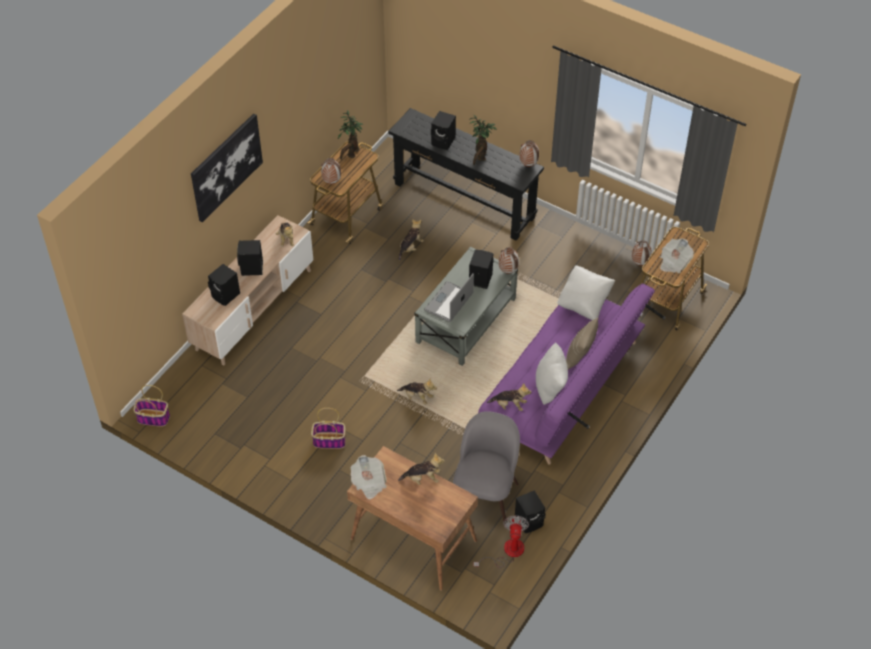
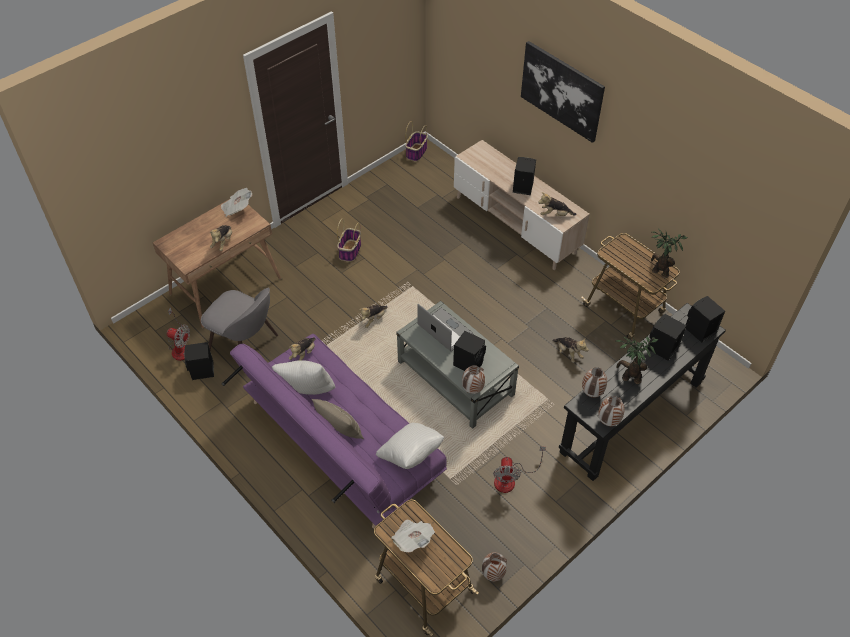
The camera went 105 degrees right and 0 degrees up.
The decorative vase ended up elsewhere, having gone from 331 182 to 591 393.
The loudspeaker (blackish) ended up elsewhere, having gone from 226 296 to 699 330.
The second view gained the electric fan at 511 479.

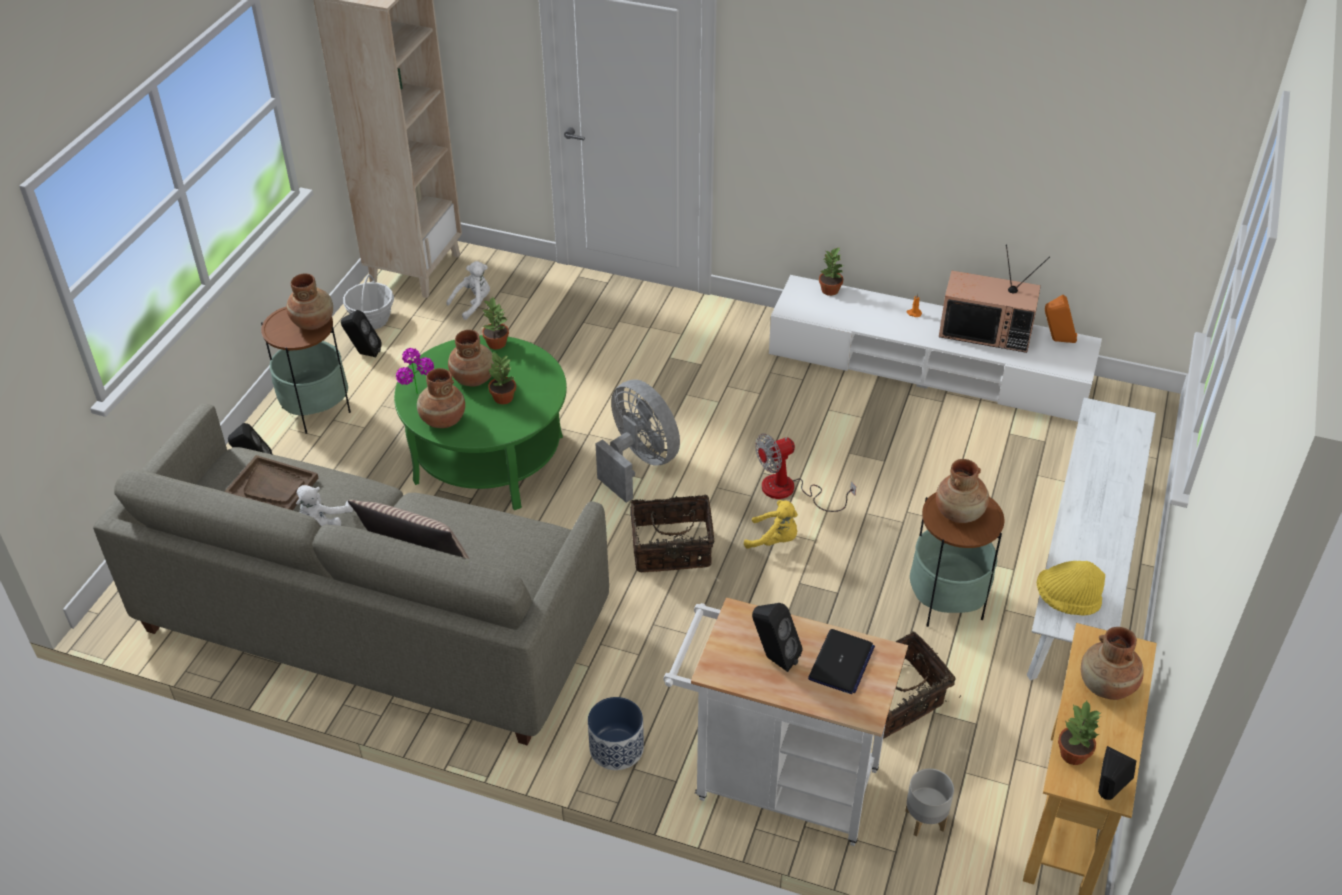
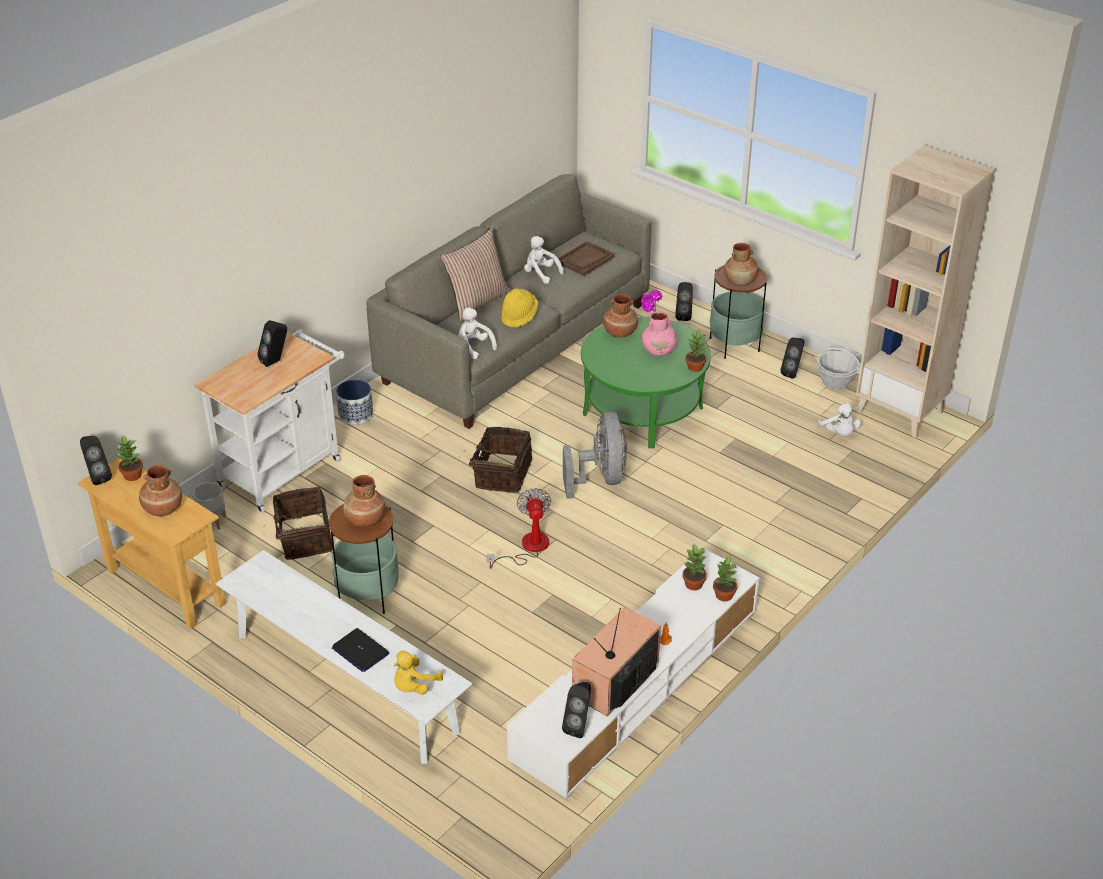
The camera went 110 degrees right and 5 degrees down.
What was the loudspeaker (orange-coloured) at 1056 340 turned into the loudspeaker (blackish) at 579 726.
What was the decorative vase (brown) at 473 378 turned into the decorative vase (pinkish) at 659 351.
The houseplant ended up elsewhere, having gone from 502 397 to 694 584.
The electric fan (gray) at 638 463 ended up facing another way, 75 degrees counterclockwise from before.
The soft toy (yellowish) ended up elsewhere, having gone from 774 540 to 414 686.
The wearable hat (yellowish) ended up elsewhere, having gone from 1066 600 to 519 316.
The notebook computer ended up elsewhere, having gone from 841 663 to 360 651.
The second view gained the soft toy (white) at 473 347.

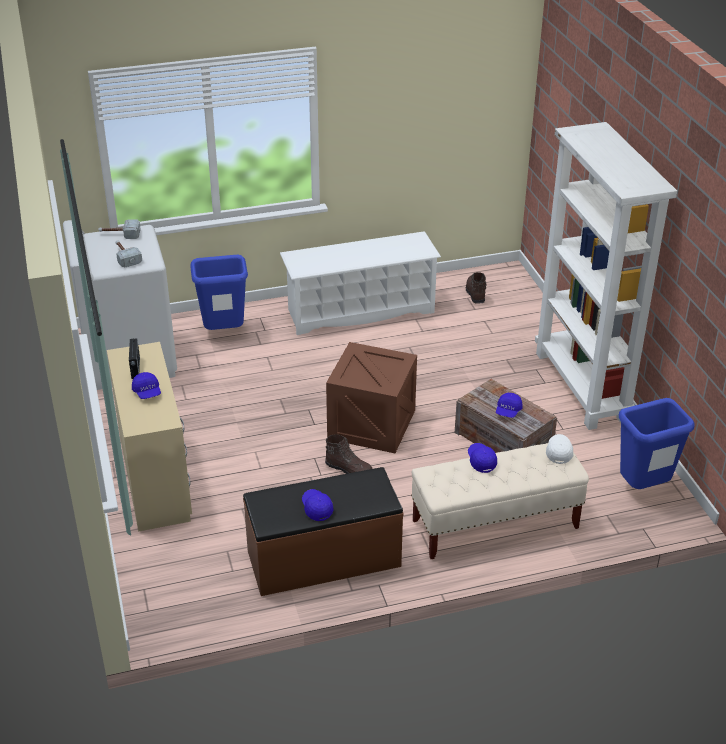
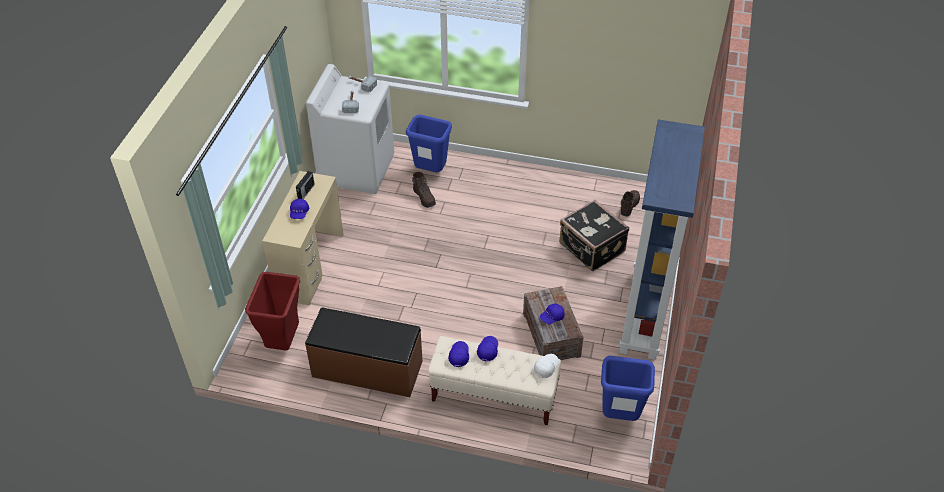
The camera went 30 degrees right and 10 degrees up.
What was the bookcase (white) at 582 387 turned into the bookcase (blue) at 644 316.
The second view lost the shoe stand (white) at 360 311.
The second view lost the shipping crate at 371 424.
The tall boot (brown) ended up elsewhere, having gone from 349 470 to 424 198.
The cap (blue) ended up elsewhere, having gone from 316 508 to 459 356.
The second view gained the suitcase (blackish) at 591 249.
The second view gained the trash can (red) at 283 341.

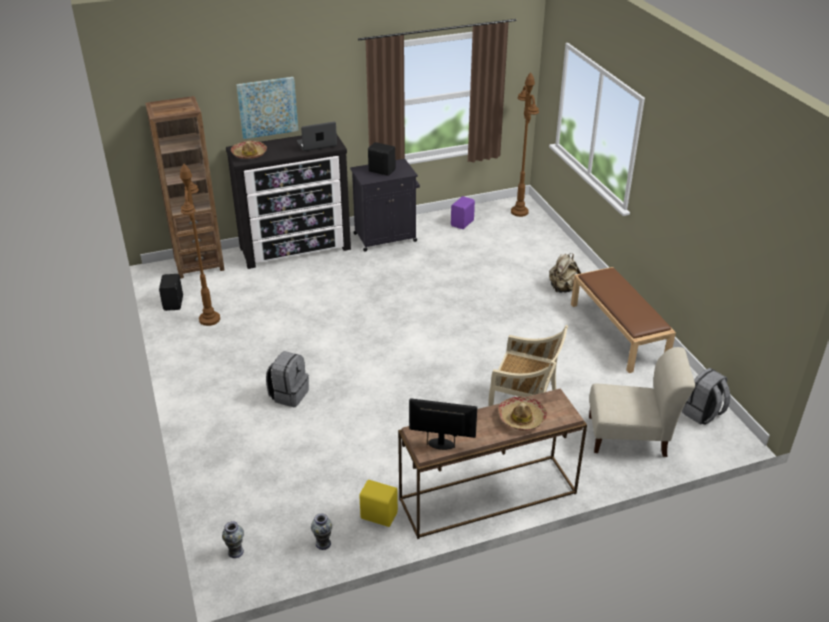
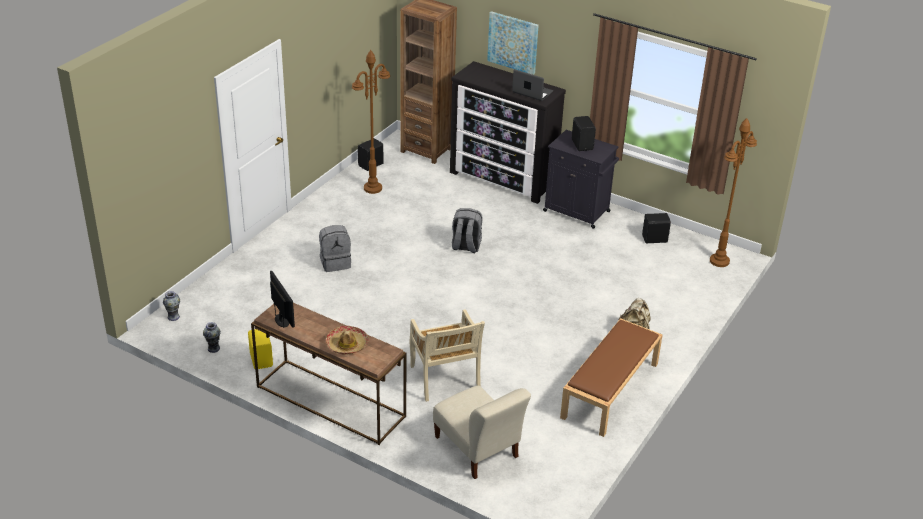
The camera went 50 degrees right and 0 degrees up.
The second view lost the wearable hat at 249 154.
What was the loudspeaker (purple-coloured) at 463 223 turned into the loudspeaker (blackish) at 655 239.
The knapsack (gray) ended up elsewhere, having gone from 702 414 to 465 246.

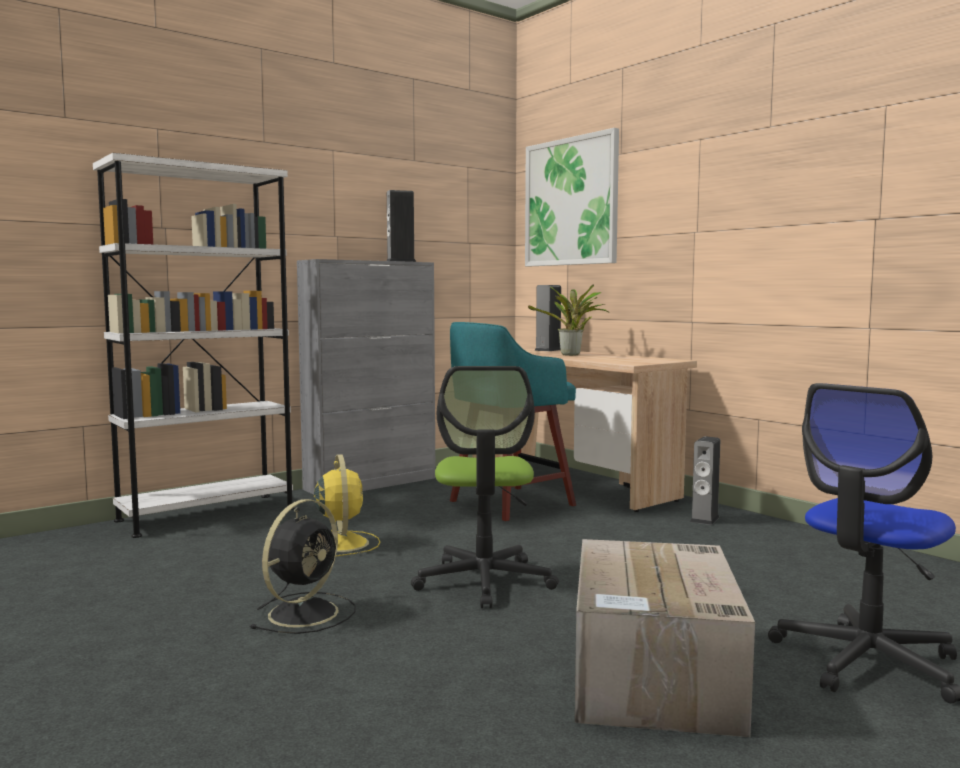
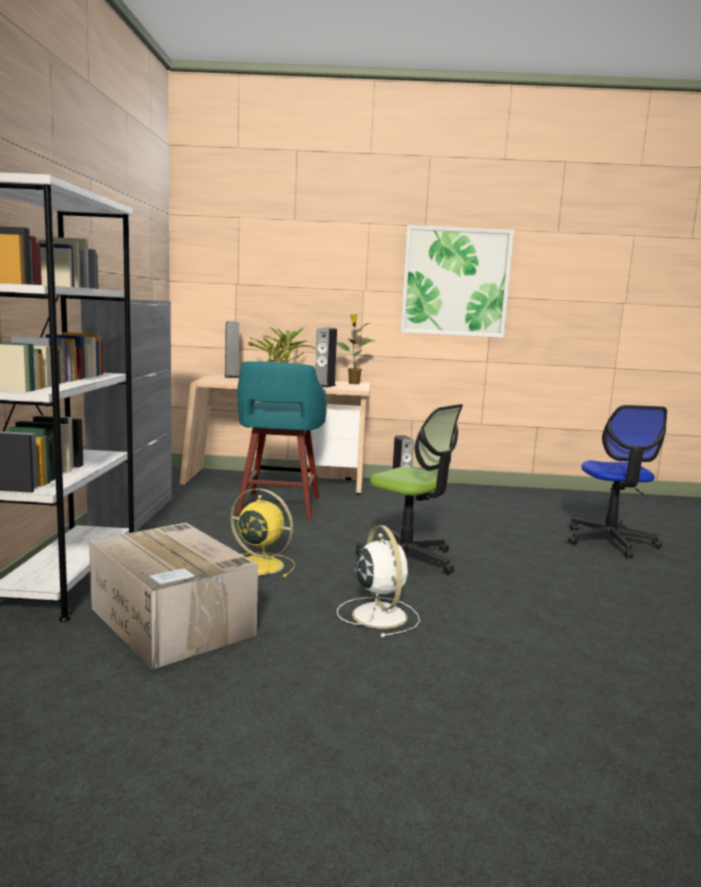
The camera went 50 degrees left and 5 degrees up.
The wall picture ended up elsewhere, having gone from 571 202 to 455 282.
The loudspeaker ended up elsewhere, having gone from 400 261 to 324 385.
What was the electric fan (blackish) at 305 612 turned into the electric fan (white) at 378 615.
The cardboard box ended up elsewhere, having gone from 654 675 to 173 622.
The second view gained the houseplant at 353 383.

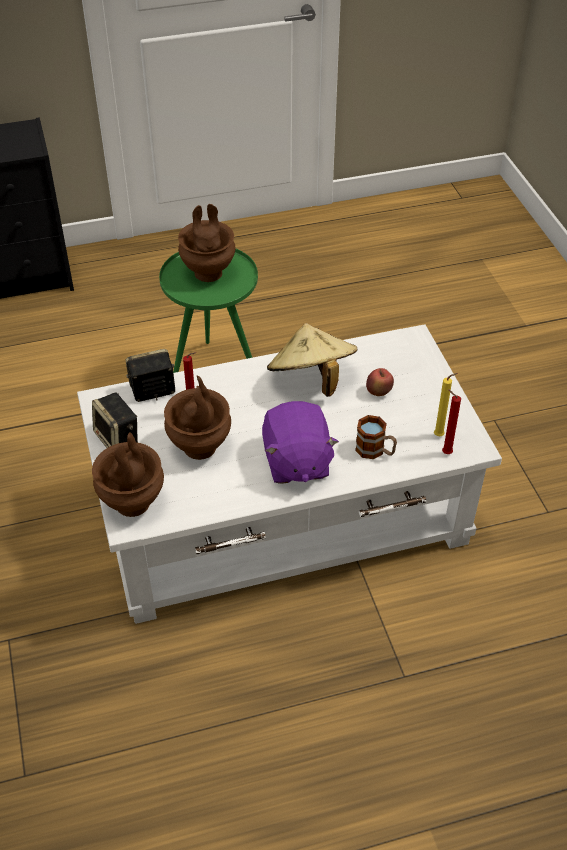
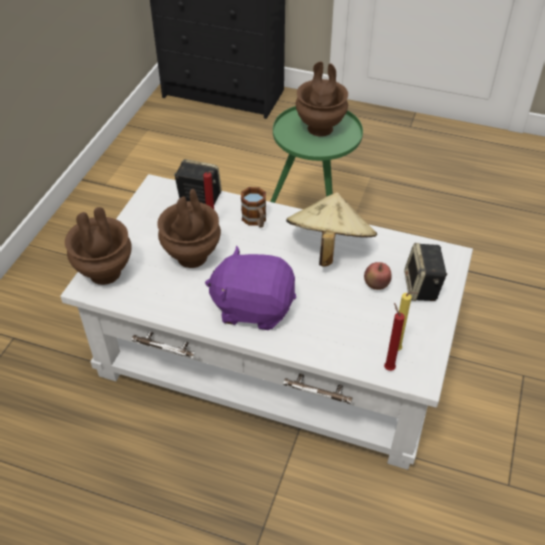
The camera went 35 degrees right and 0 degrees up.
The loudspeaker ended up elsewhere, having gone from 118 439 to 422 288.
The soft toy (purple-coloured) at 296 462 ended up facing another way, 75 degrees clockwise from before.
The coffee mug ended up elsewhere, having gone from 375 451 to 256 221.

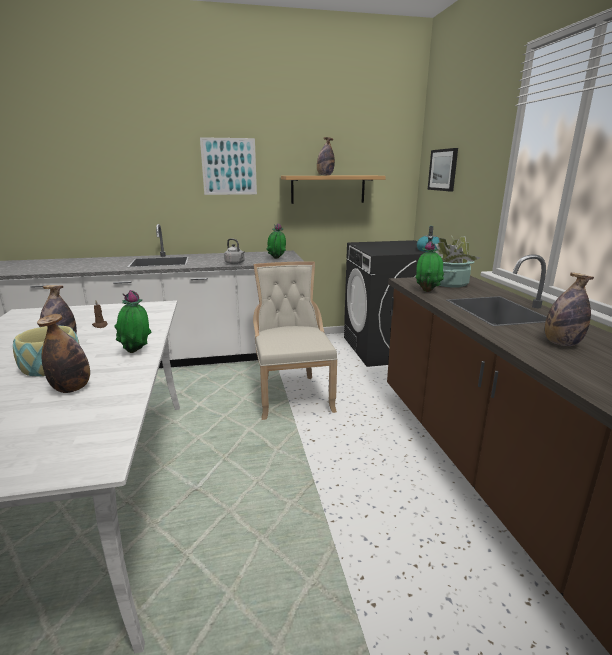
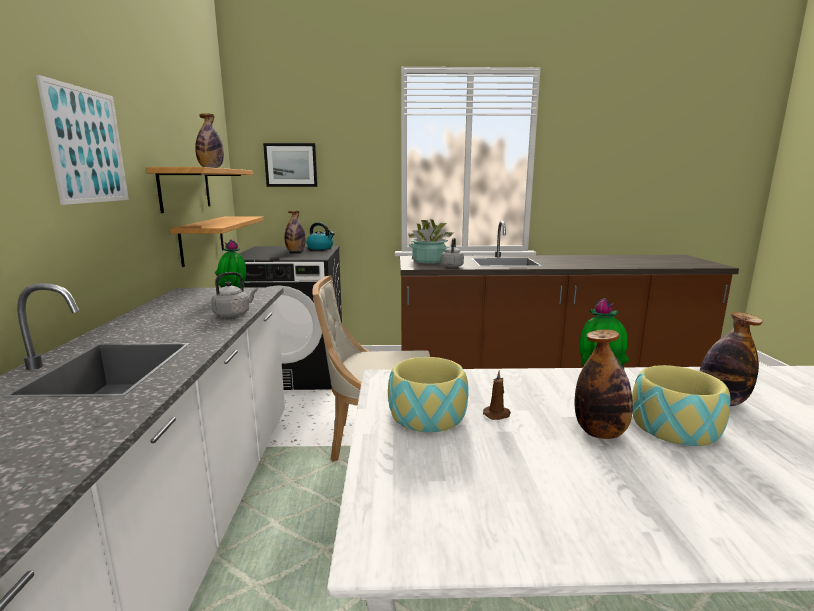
The camera went 80 degrees left and 5 degrees down.
Where the houseplant stood at 427 291, the water kettle (gray) came to stand at 452 266.
The beverage bottle ended up elsewhere, having gone from 561 343 to 295 251.
The second view gained the wall shelf at 202 239.
The second view gained the serving bowl at 428 414.

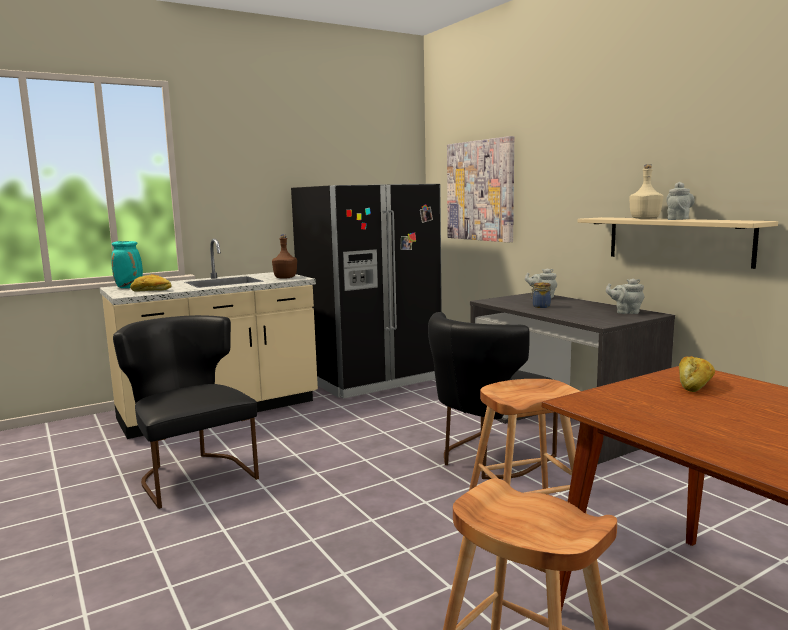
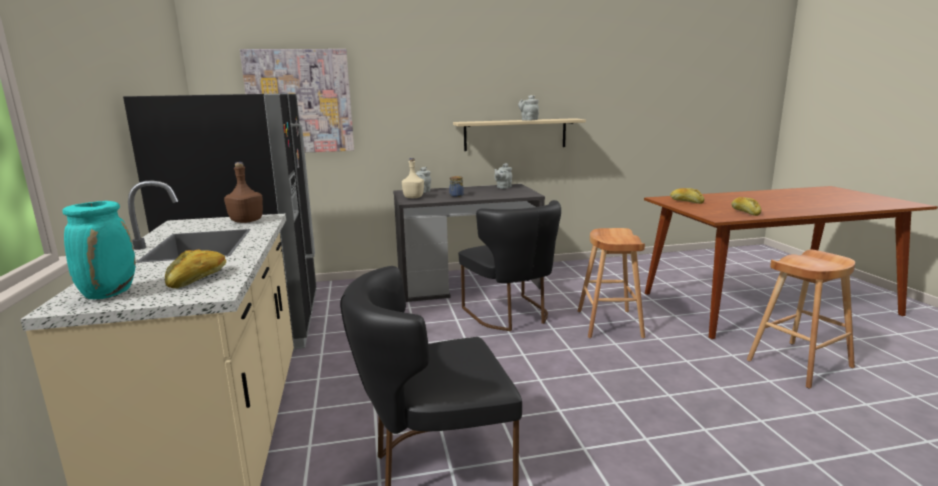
The camera went 70 degrees left and 5 degrees up.
The beverage bottle (beige-coloured) ended up elsewhere, having gone from 644 219 to 413 197.
The second view gained the bakery bread at 745 212.

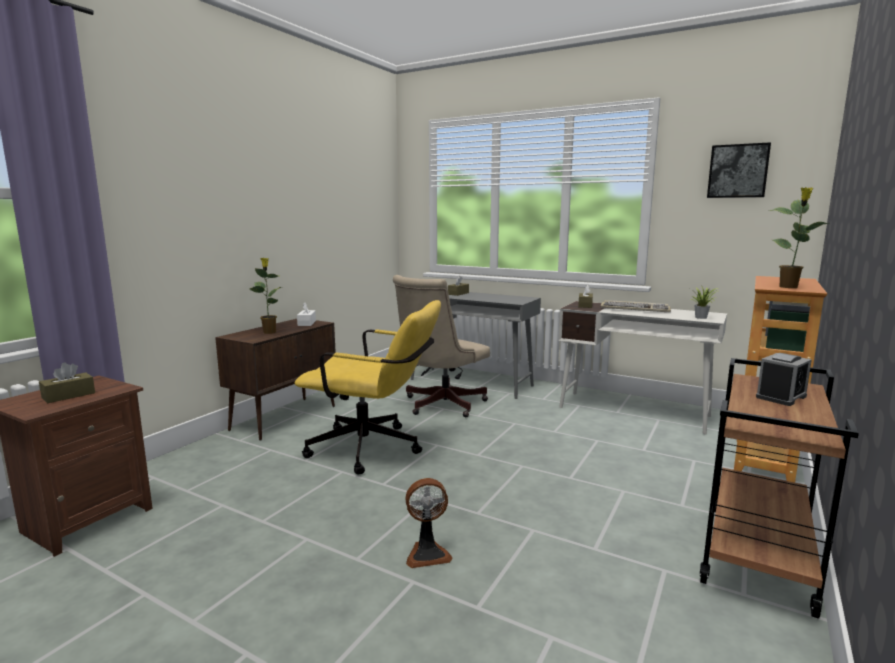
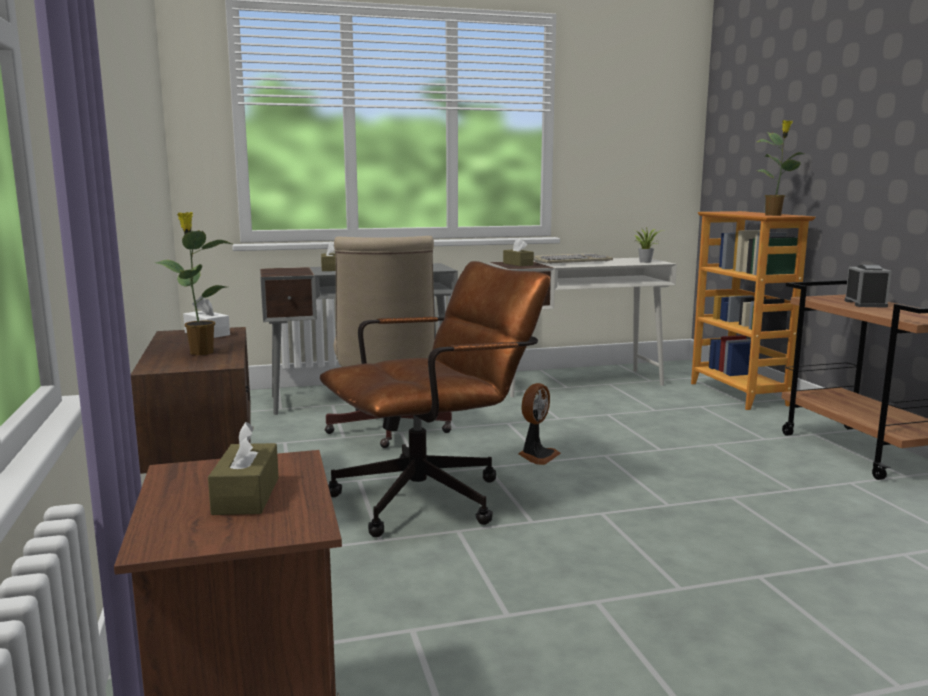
The camera went 45 degrees left and 0 degrees up.
The second view lost the wall picture at 738 171.
What was the desk chair (yellowish) at 374 449 turned into the desk chair (brown) at 434 496.
The electric fan ended up elsewhere, having gone from 427 553 to 537 456.

